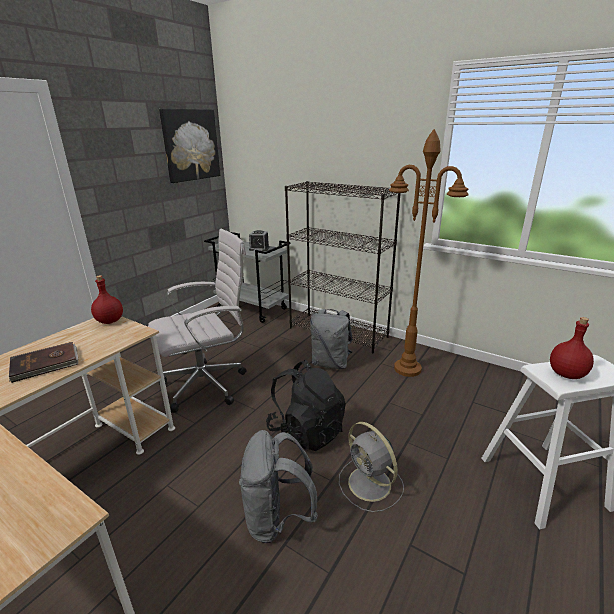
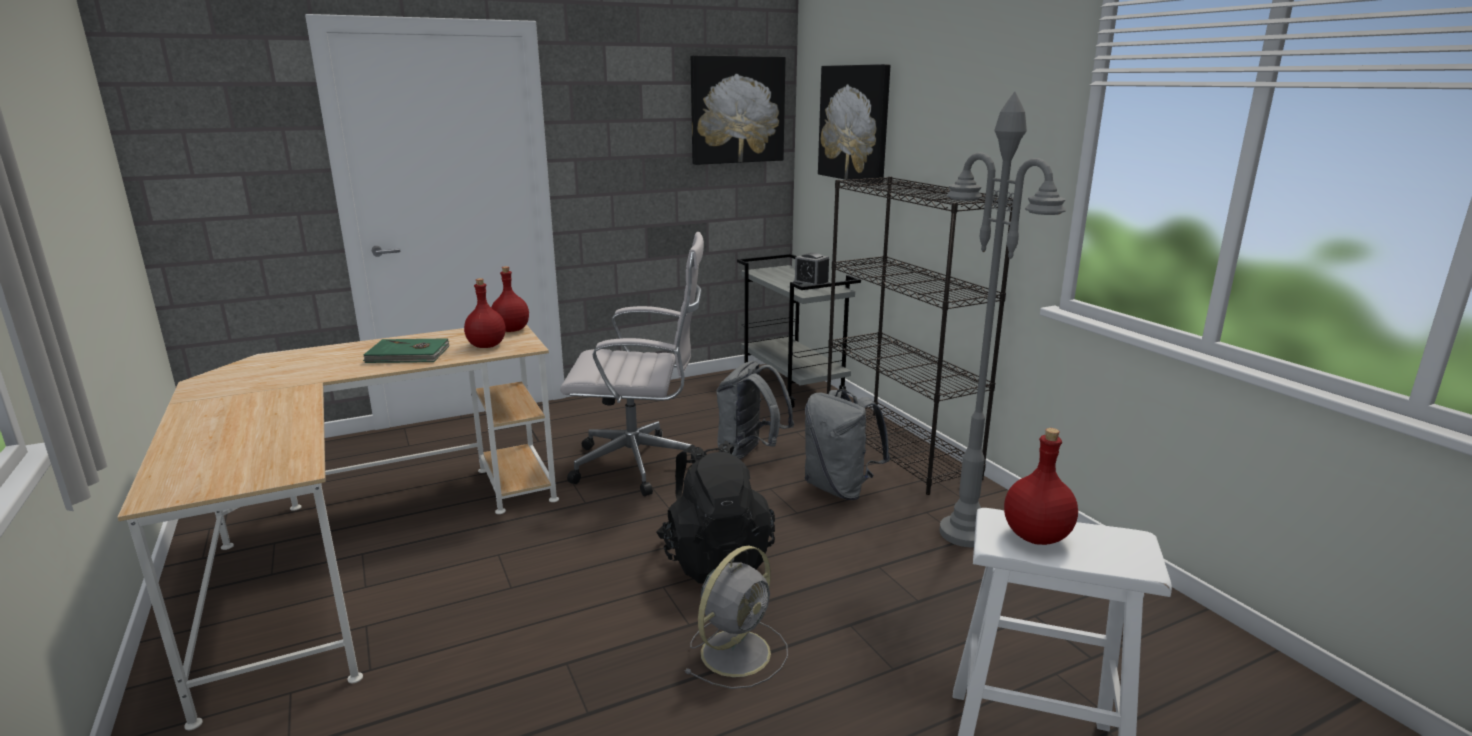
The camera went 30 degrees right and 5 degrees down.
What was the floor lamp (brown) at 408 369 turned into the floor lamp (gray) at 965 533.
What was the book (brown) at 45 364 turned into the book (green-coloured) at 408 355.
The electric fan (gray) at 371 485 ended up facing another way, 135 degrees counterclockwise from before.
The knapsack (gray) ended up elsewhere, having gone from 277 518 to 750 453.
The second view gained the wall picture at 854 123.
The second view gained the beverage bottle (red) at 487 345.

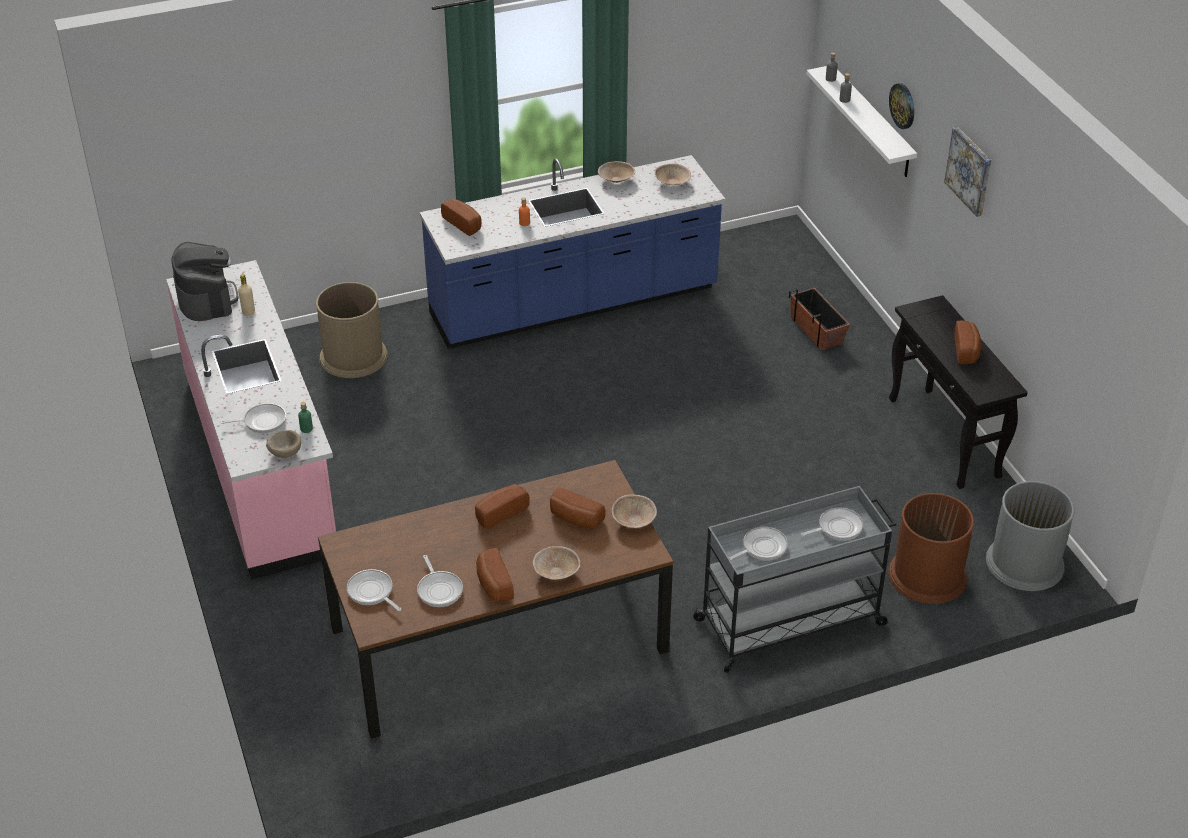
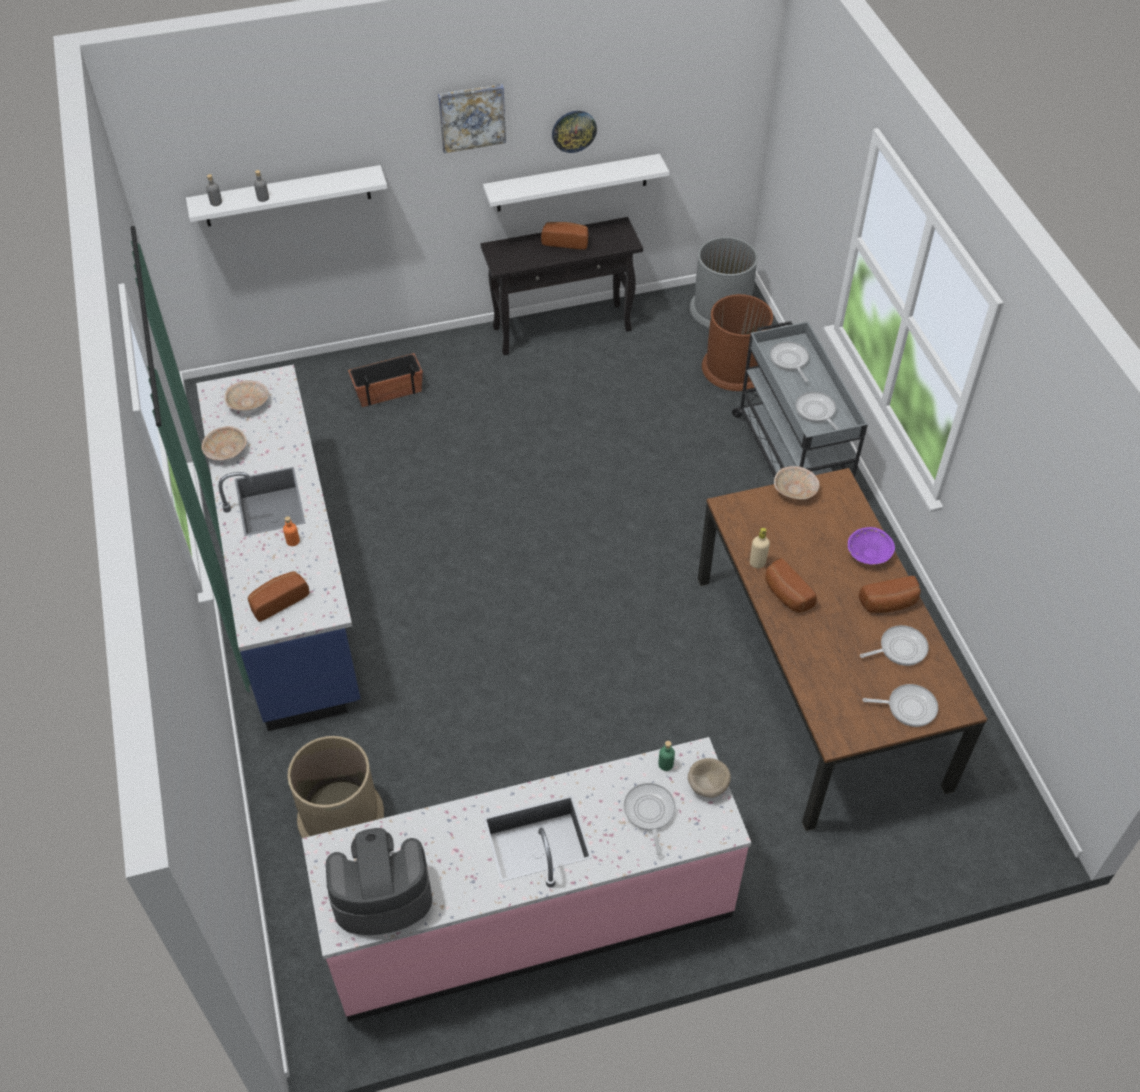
The camera went 85 degrees left and 10 degrees up.
The clock on the wall ended up elsewhere, having gone from 903 105 to 574 131.
The beverage bottle (beige-coloured) ended up elsewhere, having gone from 248 312 to 757 563.
The second view lost the bakery bread at 574 519.
What was the serving bowl (beige-coloured) at 556 571 turned into the serving bowl (purple-coloured) at 868 554.
The frying pan at 372 592 ended up facing another way, 135 degrees counterclockwise from before.
The second view gained the wall shelf (white) at 572 183.

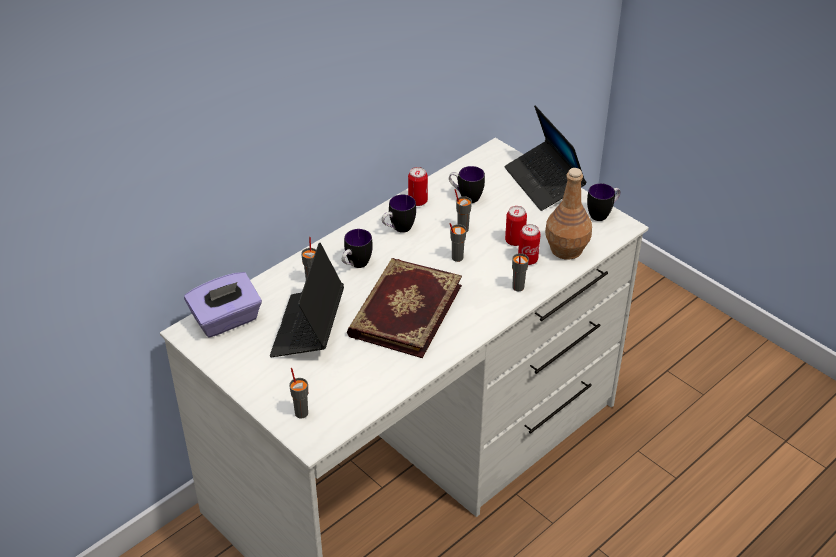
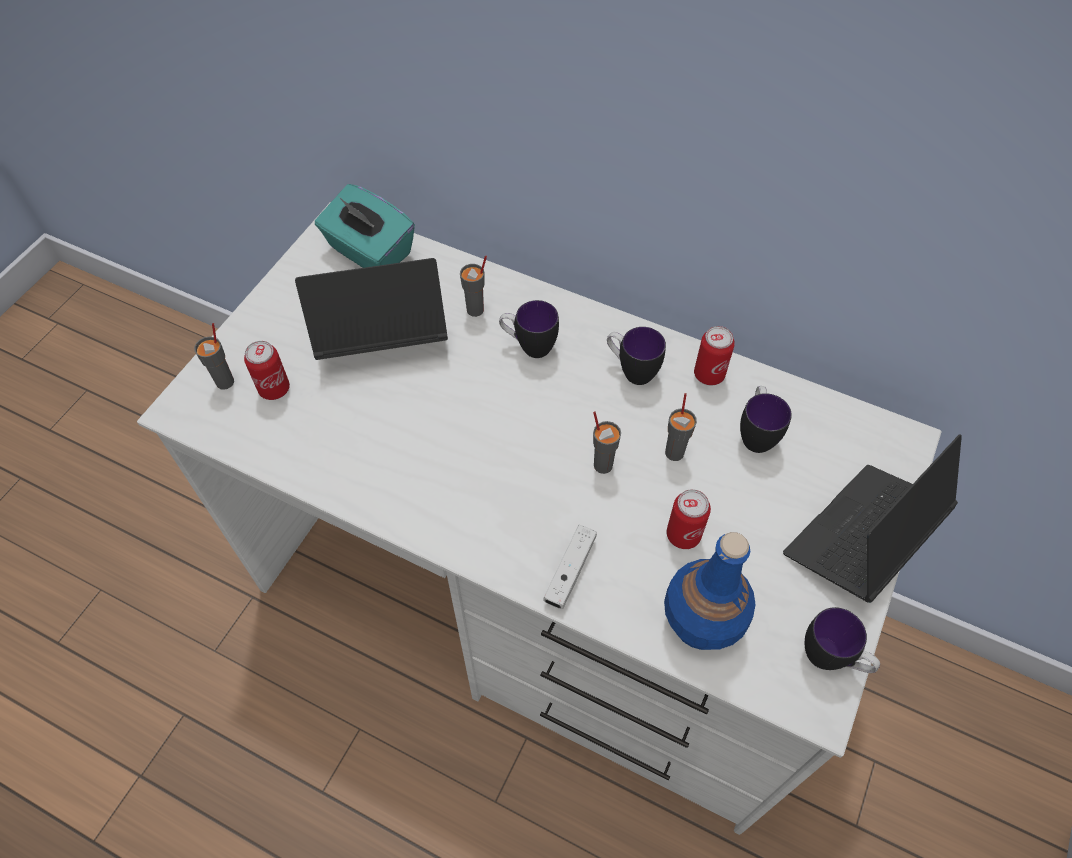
The camera went 70 degrees right and 15 degrees up.
What was the beverage bottle (brown) at 567 249 turned into the beverage bottle (blue) at 701 622.
The sealed can ended up elsewhere, having gone from 527 259 to 274 389.
Where the cup (gray) stood at 518 287, the joypad (white) came to stand at 570 571.
The second view lost the book at 403 310.
What was the tissue holder (purple-coloured) at 226 320 turned into the tissue holder (blue-green) at 369 252.

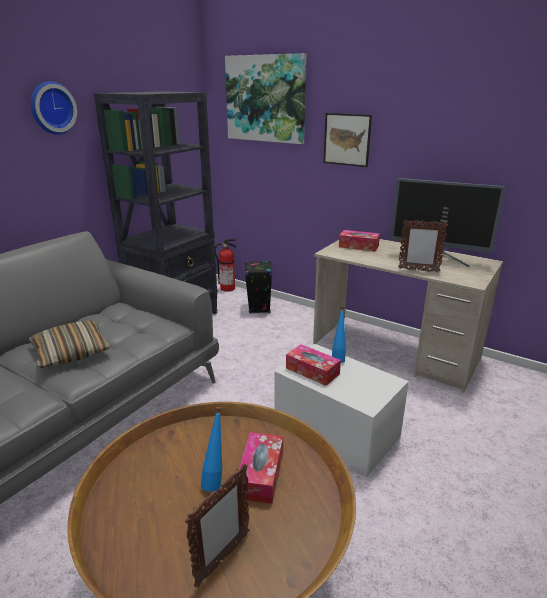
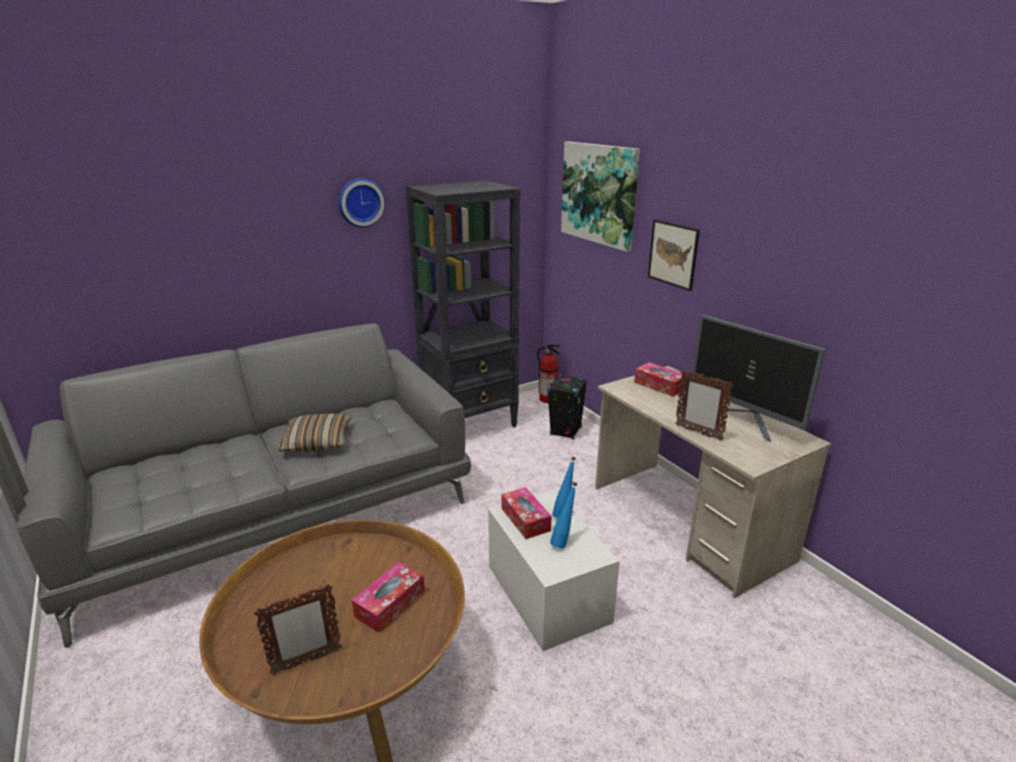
The camera went 25 degrees right and 0 degrees up.
The beverage bottle (blue) ended up elsewhere, having gone from 215 480 to 563 542.

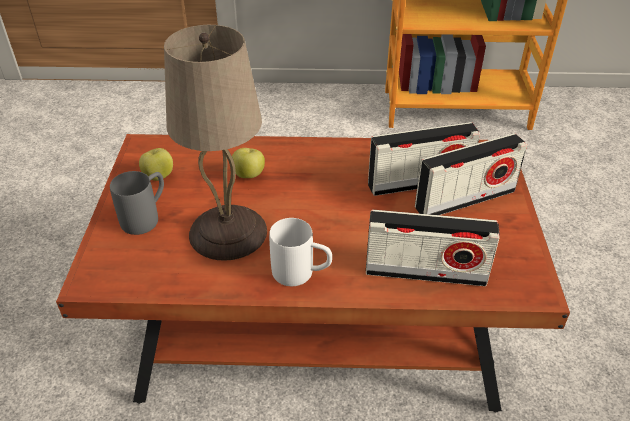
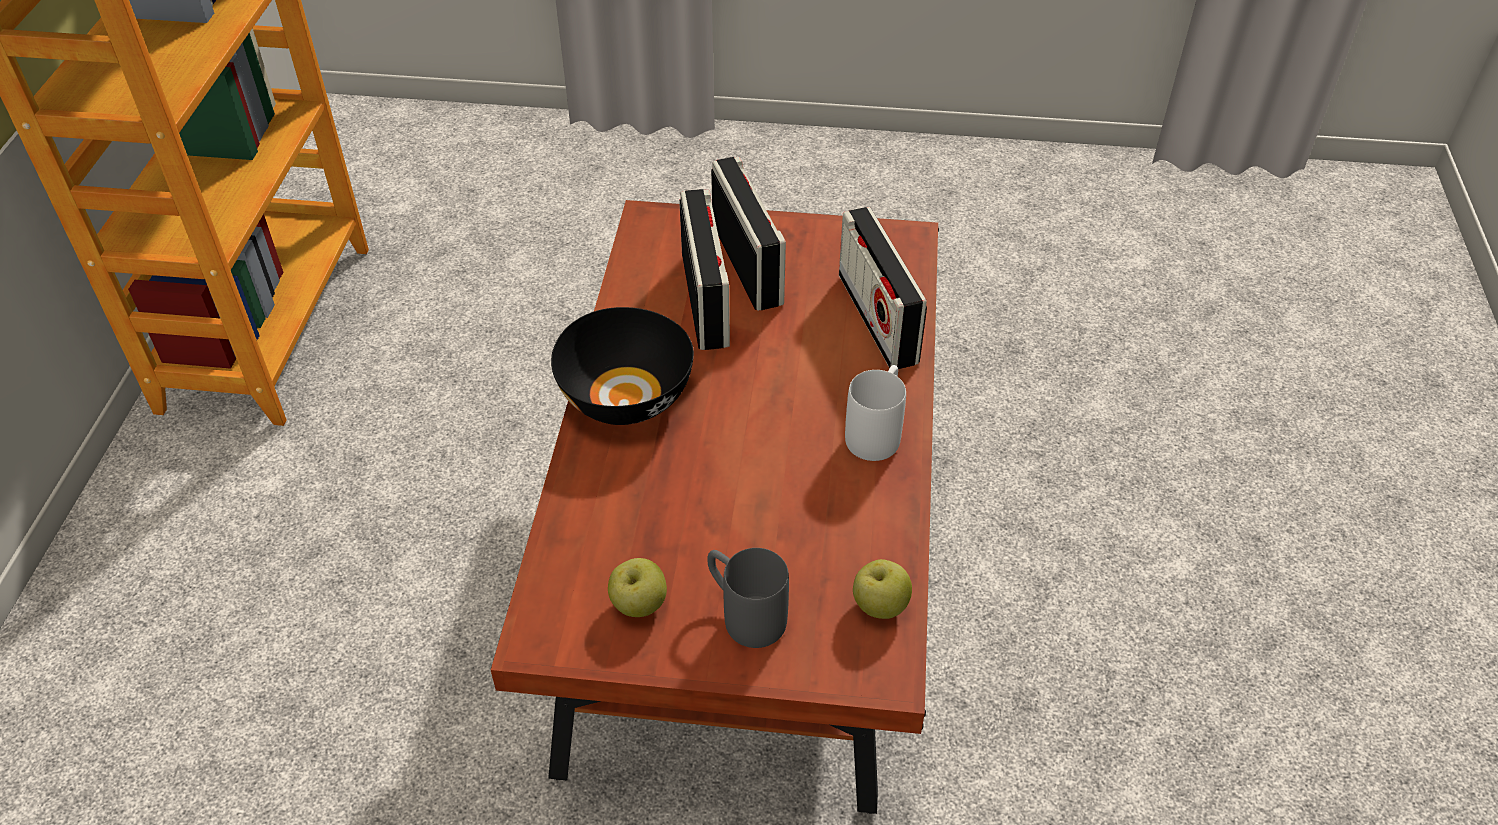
The camera went 85 degrees left and 5 degrees up.
The second view lost the tabletop lamp (beige-coloured) at 226 233.
The whole apple ended up elsewhere, having gone from 249 175 to 879 606.
The radio set at 425 272 ended up facing another way, 150 degrees clockwise from before.
The second view gained the serving bowl (blackish) at 628 397.

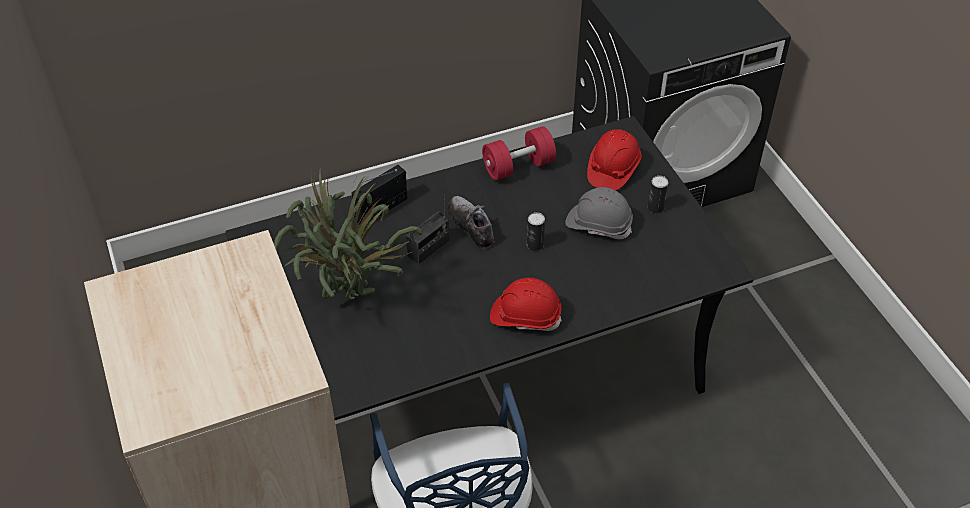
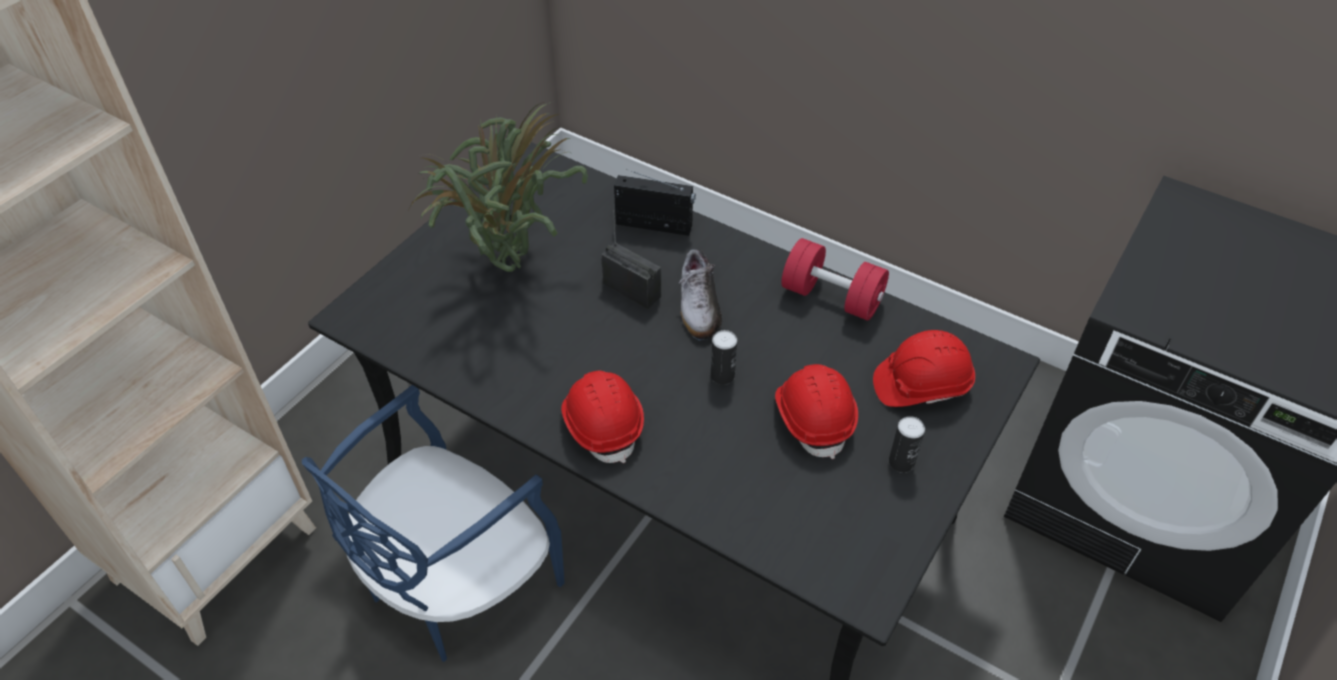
The camera went 55 degrees right and 0 degrees up.
What was the safety helmet (gray) at 598 224 turned into the safety helmet (red) at 813 418.
The radio set at 428 248 ended up facing another way, 150 degrees counterclockwise from before.
The shoe at 471 225 ended up facing another way, 150 degrees clockwise from before.

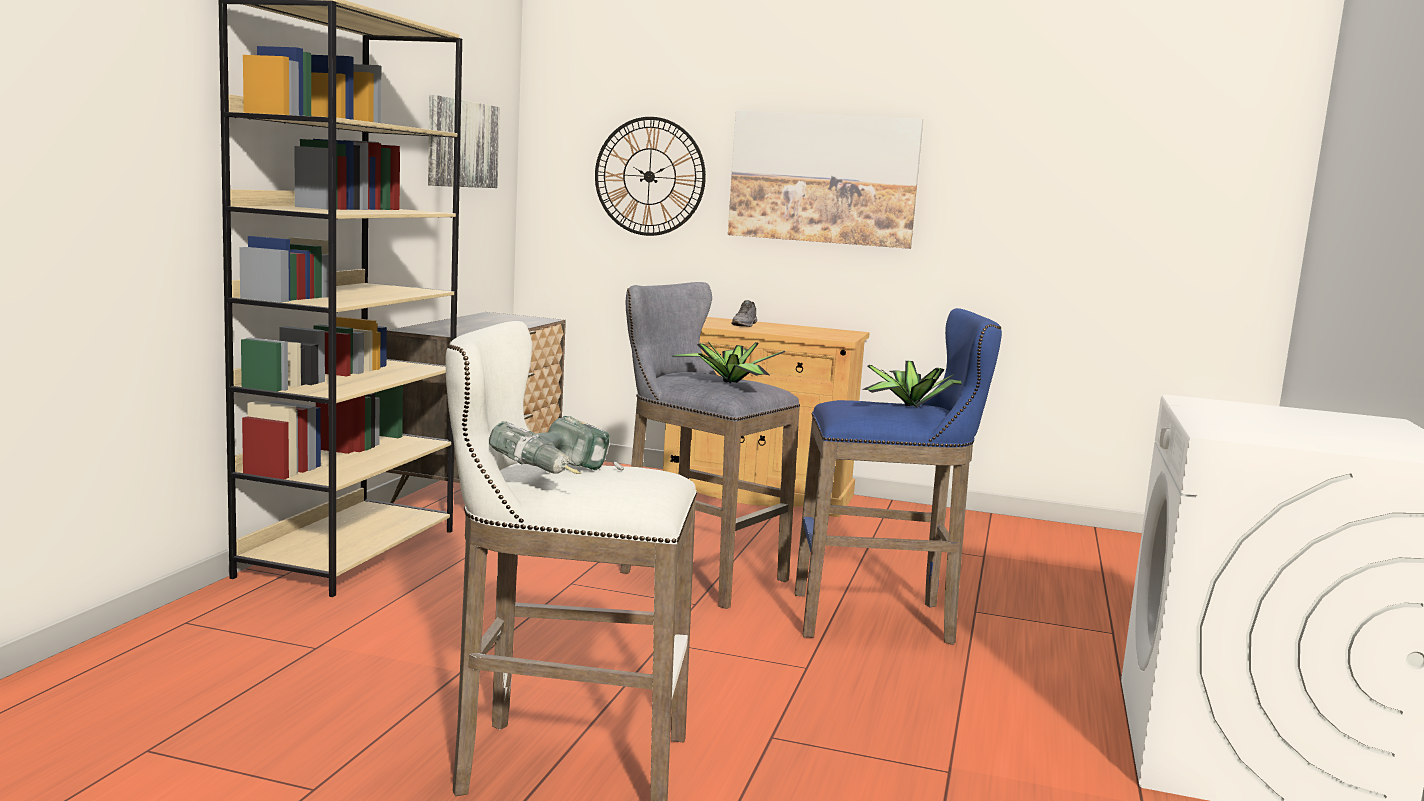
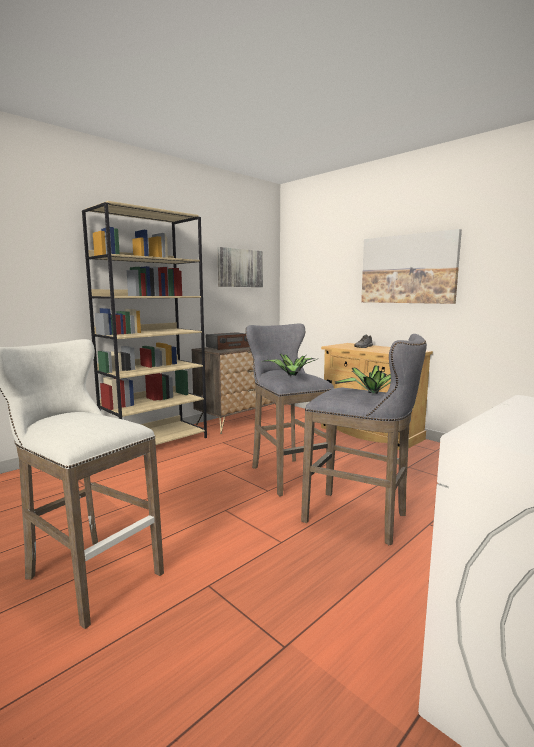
The camera went 30 degrees right and 0 degrees up.
The second view lost the clock on the wall at 649 176.
What was the stool seat (blue) at 881 619 turned into the stool seat (gray) at 360 518.
The second view lost the power drill at 561 478.
The second view gained the radio set at 228 347.

